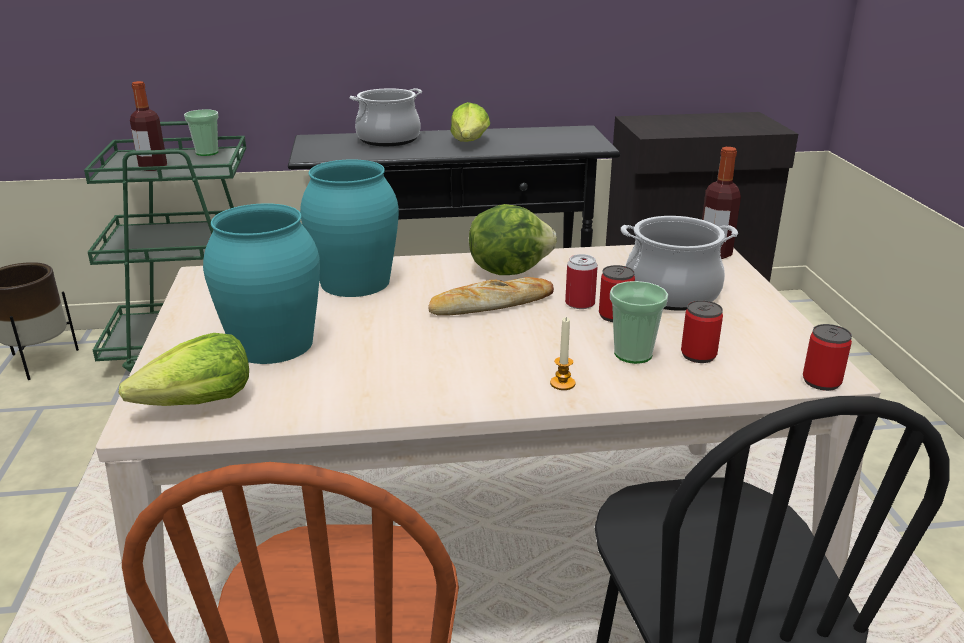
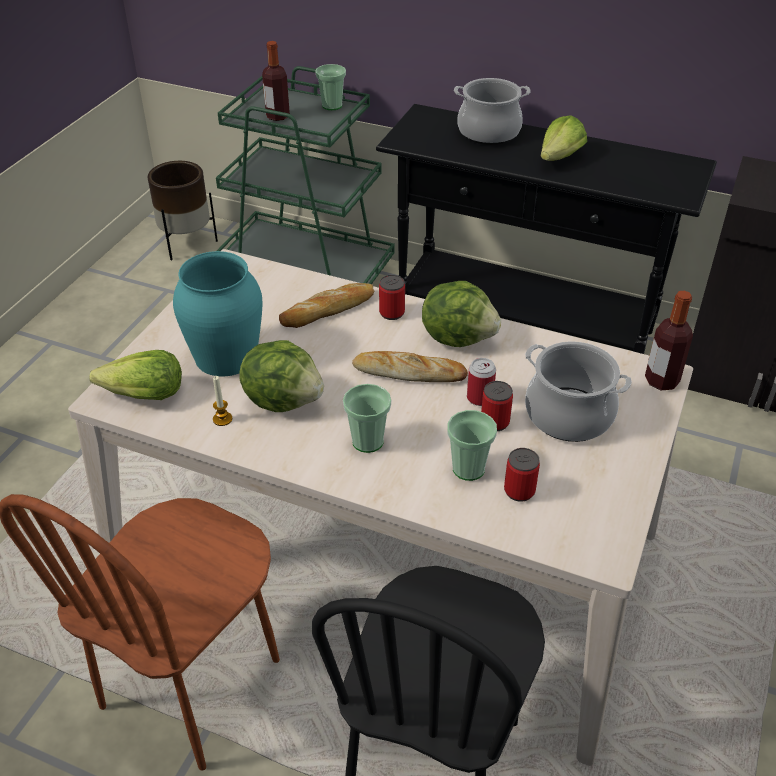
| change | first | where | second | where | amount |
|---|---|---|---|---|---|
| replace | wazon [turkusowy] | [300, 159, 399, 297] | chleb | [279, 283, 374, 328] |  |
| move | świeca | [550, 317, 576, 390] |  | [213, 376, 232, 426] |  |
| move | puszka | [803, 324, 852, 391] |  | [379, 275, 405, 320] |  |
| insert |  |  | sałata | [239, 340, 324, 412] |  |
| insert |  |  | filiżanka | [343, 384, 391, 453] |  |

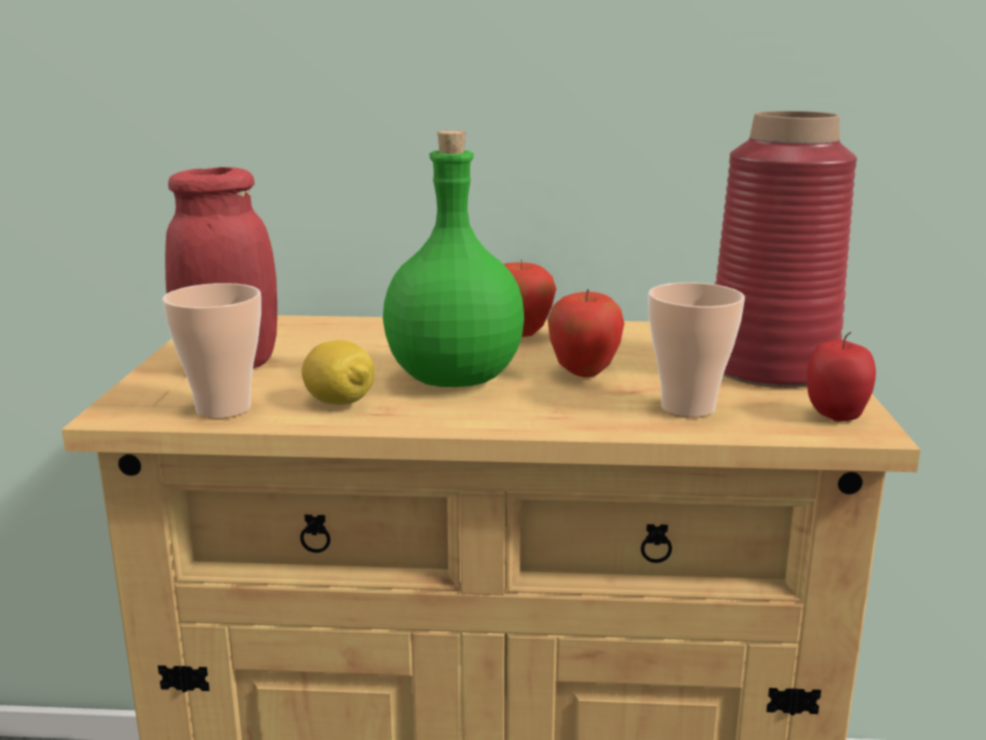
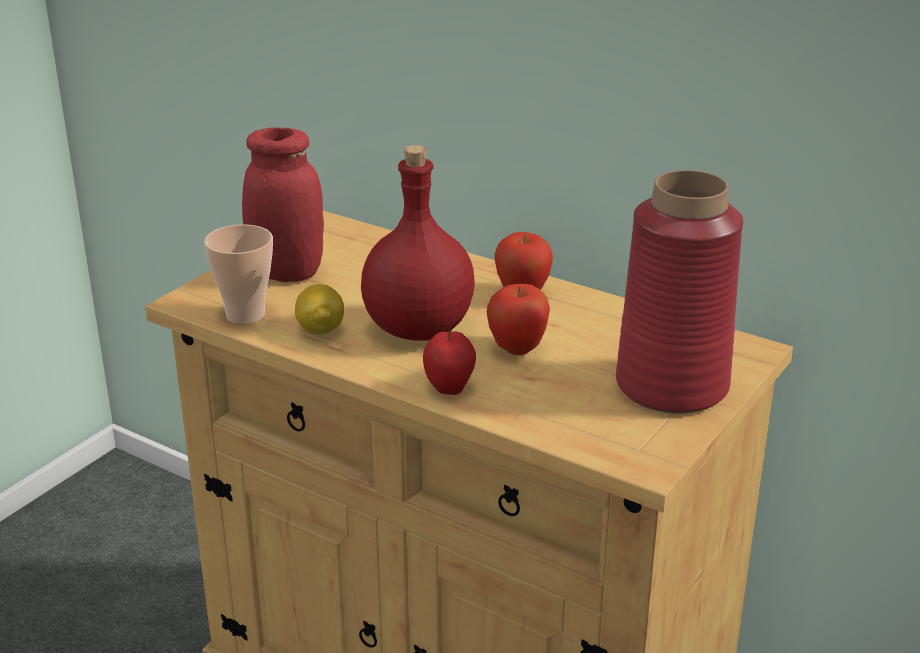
| change | first | where | second | where | amount |
|---|---|---|---|---|---|
| recolor | butelka [zielony] | [383, 131, 524, 387] | butelka [czerwony] | [361, 145, 475, 340] |  |
| delete | filiżanka | [648, 282, 745, 417] |  |  |  |
| move | jabłko | [807, 332, 876, 422] |  | [423, 330, 476, 395] |  |

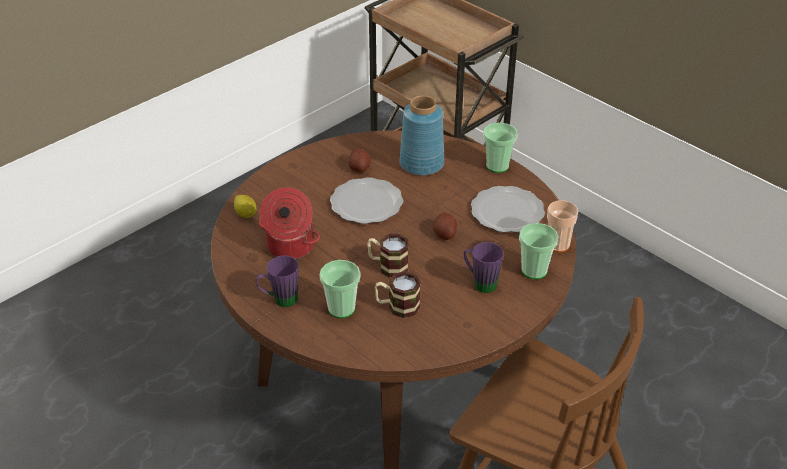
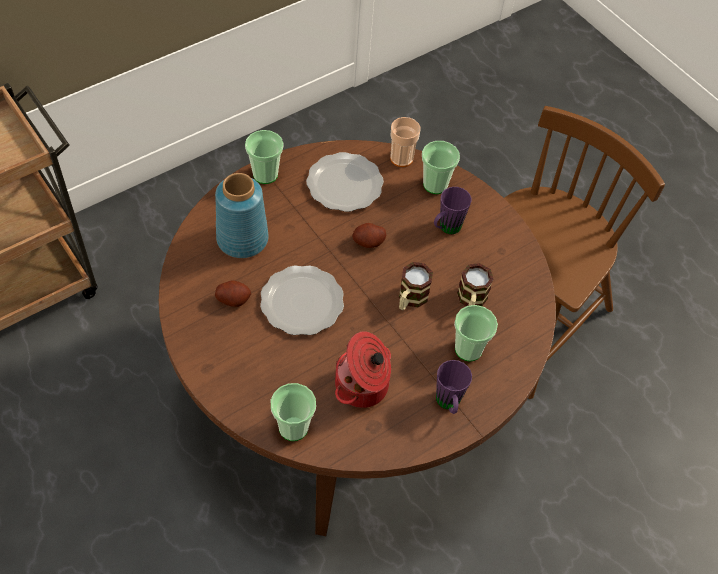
| change | first | where | second | where | amount |
|---|---|---|---|---|---|
| replace | cytryna | [234, 195, 256, 218] | filiżanka | [271, 383, 316, 441] |  |

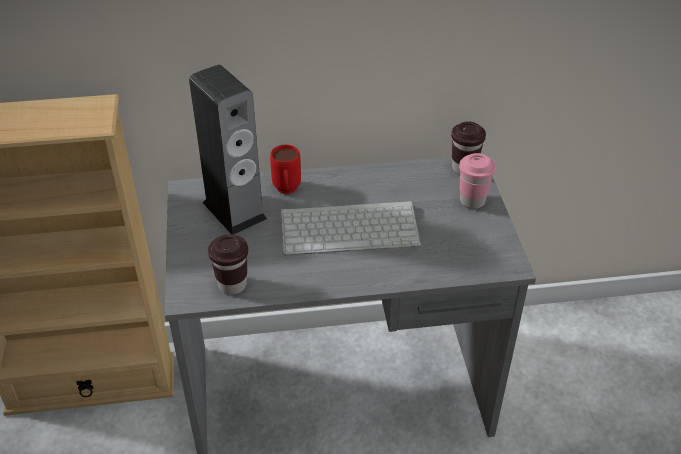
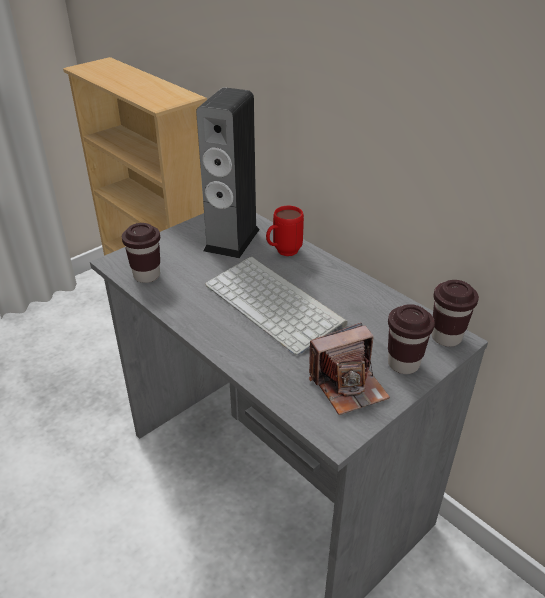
| change | first | where | second | where | amount |
|---|---|---|---|---|---|
| recolor | filiżanka [różowy] | [459, 153, 496, 209] | filiżanka [brązowy] | [388, 304, 435, 374] |  |
| insert |  |  | aparat fotograficzny | [309, 323, 390, 415] |  |

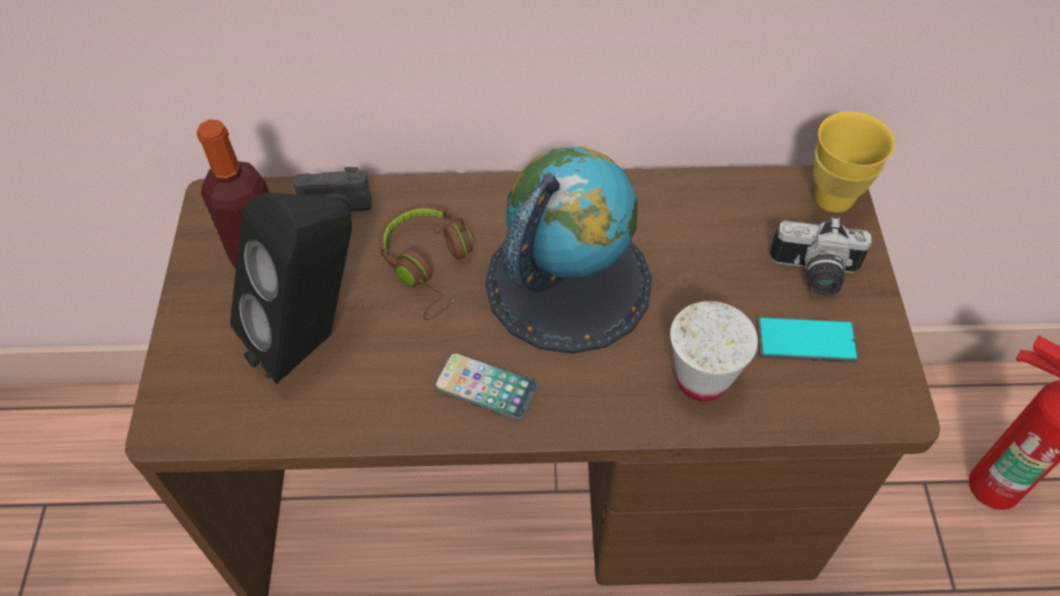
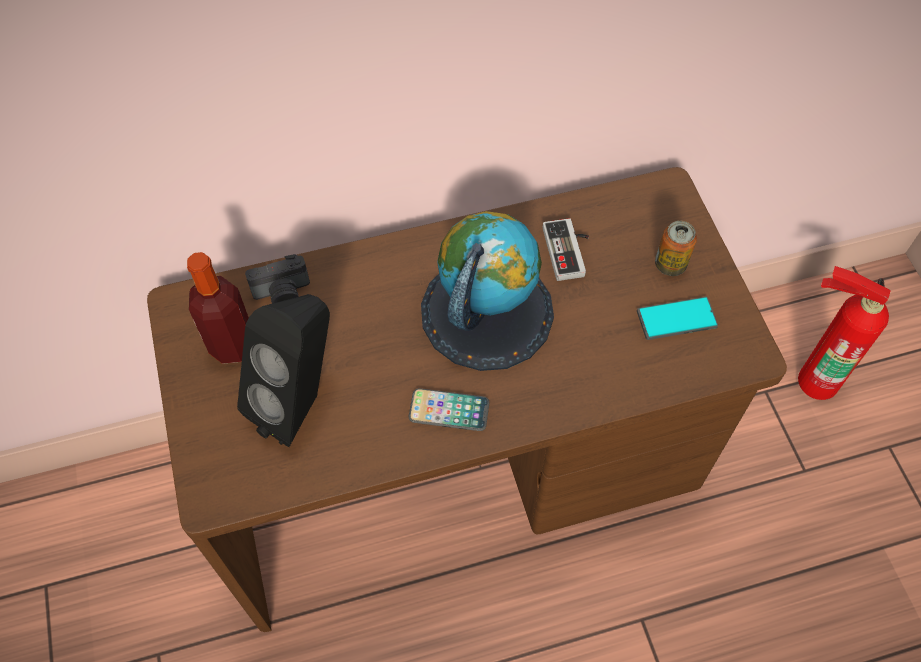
| change | first | where | second | where | amount |
|---|---|---|---|---|---|
| delete | filiżanka [żółty] | [813, 111, 895, 213] |  |  |  |
| delete | słuchawki [brązowy] | [379, 205, 474, 320] |  |  |  |
| replace | aparat fotograficzny | [770, 217, 872, 296] | puszka | [655, 221, 697, 276] |  |
| delete | filiżanka [biały] | [670, 301, 758, 401] |  |  |  |
| insert |  |  | pad do gier | [543, 218, 589, 281] |  |

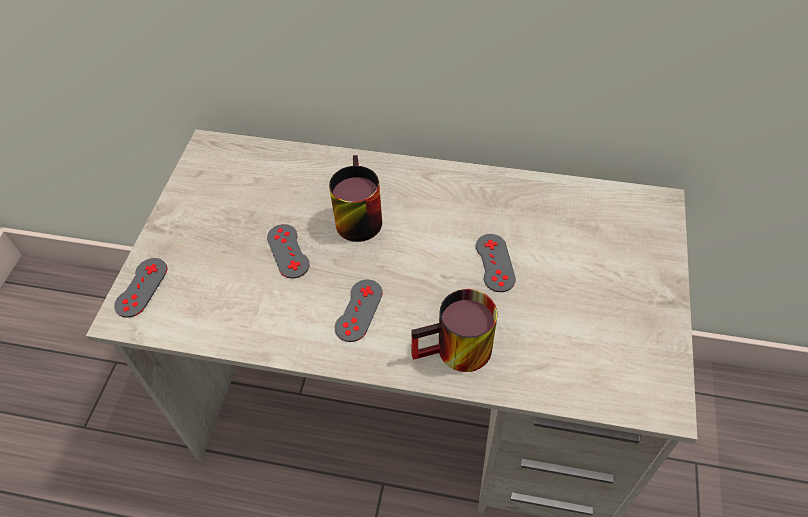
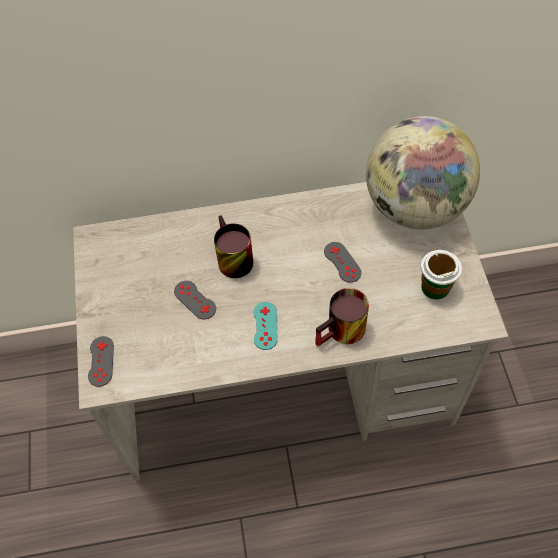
| change | first | where | second | where | amount |
|---|---|---|---|---|---|
| recolor | pad do gier [szary] | [335, 280, 383, 342] | pad do gier [turkusowy] | [254, 302, 278, 350] |  |
| insert |  |  | globus | [366, 116, 480, 229] |  |
| insert |  |  | filiżanka | [421, 250, 462, 300] |  |

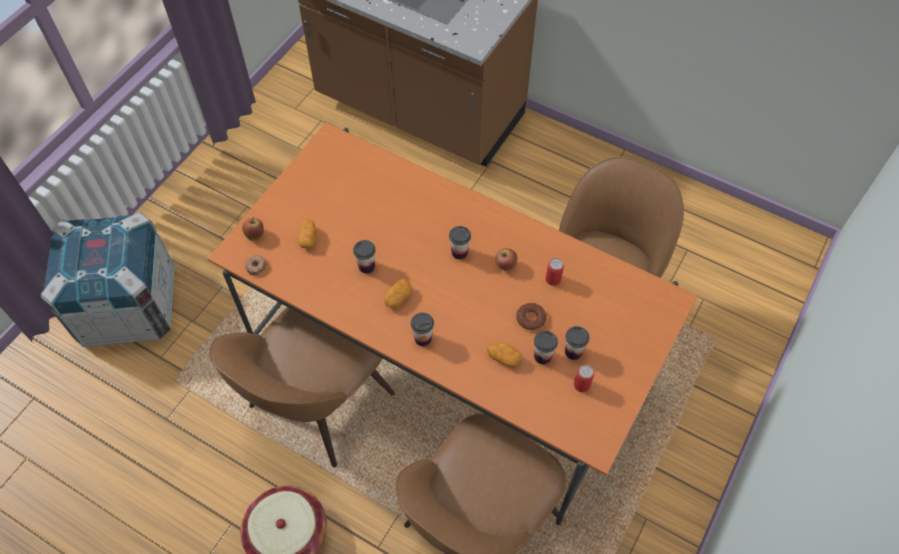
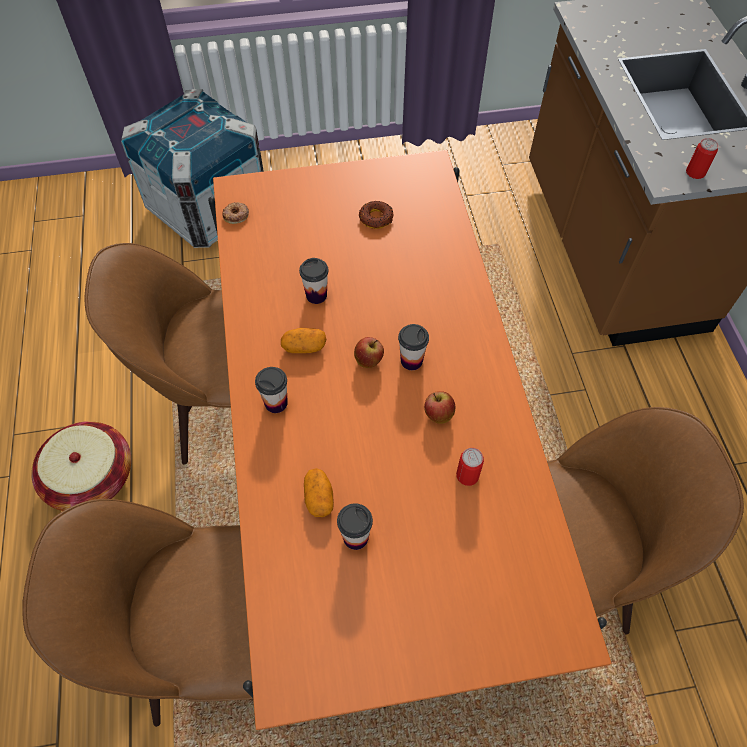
| change | first | where | second | where | amount |
|---|---|---|---|---|---|
| move | jabłko | [242, 217, 264, 241] |  | [354, 337, 384, 368] |  |
| delete | ziemniak | [297, 219, 317, 248] |  |  |  |
| move | donut | [516, 303, 547, 330] |  | [359, 201, 393, 229] |  |
| delete | filiżanka | [565, 326, 589, 360] |  |  |  |
| move | puszka | [574, 365, 594, 392] |  | [686, 138, 719, 179] |  |

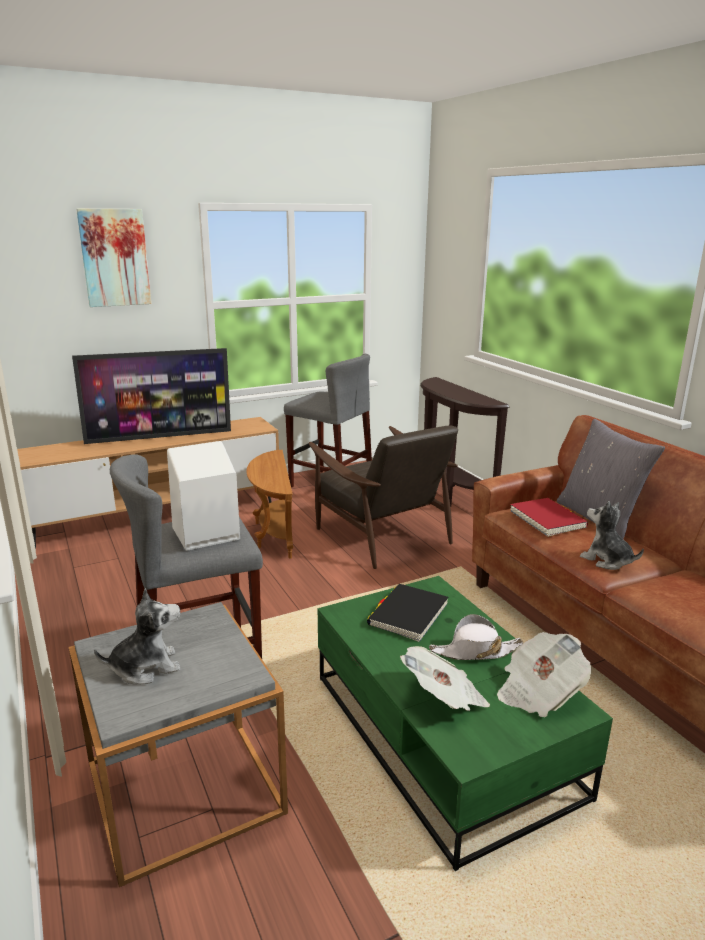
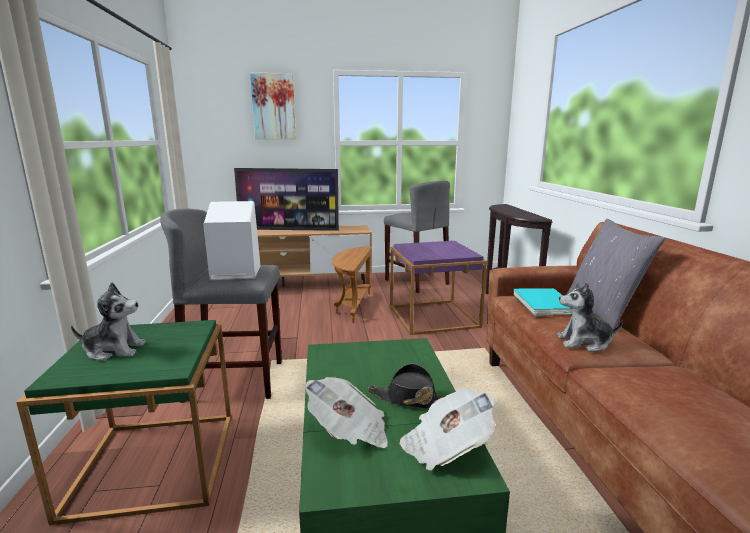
| change | first | where | second | where | amount |
|---|---|---|---|---|---|
| replace | fotel [brązowy] | [309, 425, 458, 569] | stolik [fioletowy] | [390, 241, 487, 335] |  |
| recolor | książka [czerwony] | [510, 498, 588, 537] | książka [turkusowy] | [513, 288, 572, 317] |  |
| rotate | pluszak | [580, 501, 644, 570] |  | [557, 282, 623, 352] | 60 degrees counterclockwise |
| delete | książka [czarny] | [367, 584, 448, 642] |  |  |  |
| recolor | stolik [szary] | [68, 602, 288, 887] | stolik [zielony] | [16, 320, 231, 525] |  |
| recolor | kapelusz [biały] | [429, 614, 523, 660] | kapelusz [czarny] | [367, 364, 445, 409] |  |

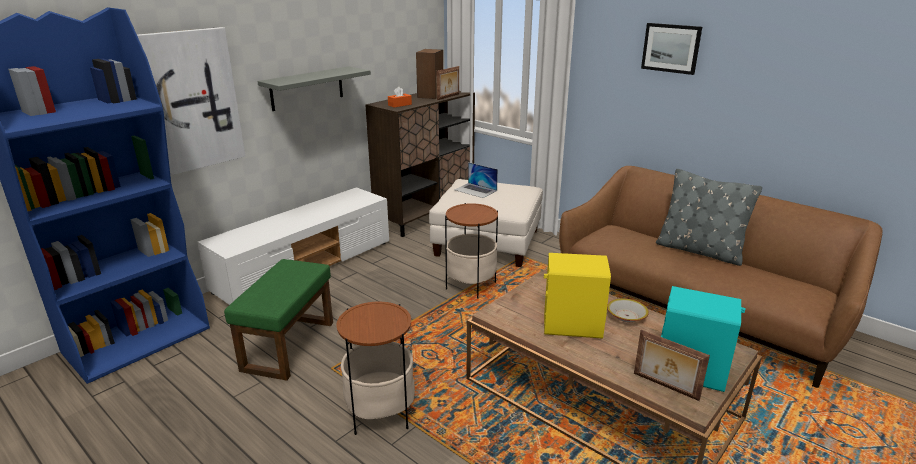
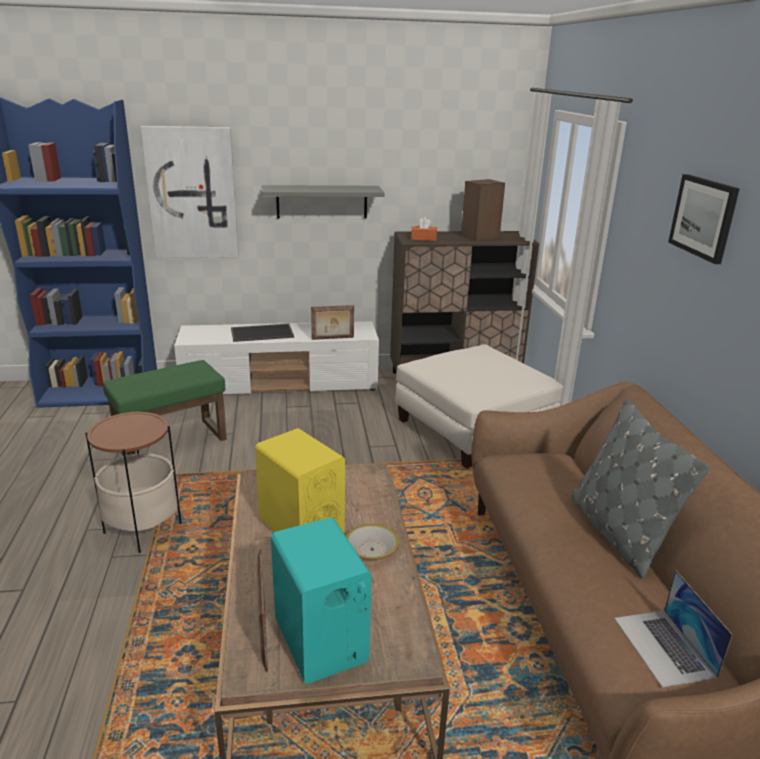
| change | first | where | second | where | amount |
|---|---|---|---|---|---|
| move | ramka na zdjęcie | [436, 66, 459, 100] |  | [311, 305, 354, 340] |  |
| move | laptop | [454, 162, 498, 198] |  | [614, 570, 732, 688] |  |
| delete | stolik | [445, 203, 498, 299] |  |  |  |
| insert |  |  | taca | [231, 324, 294, 342] |  |

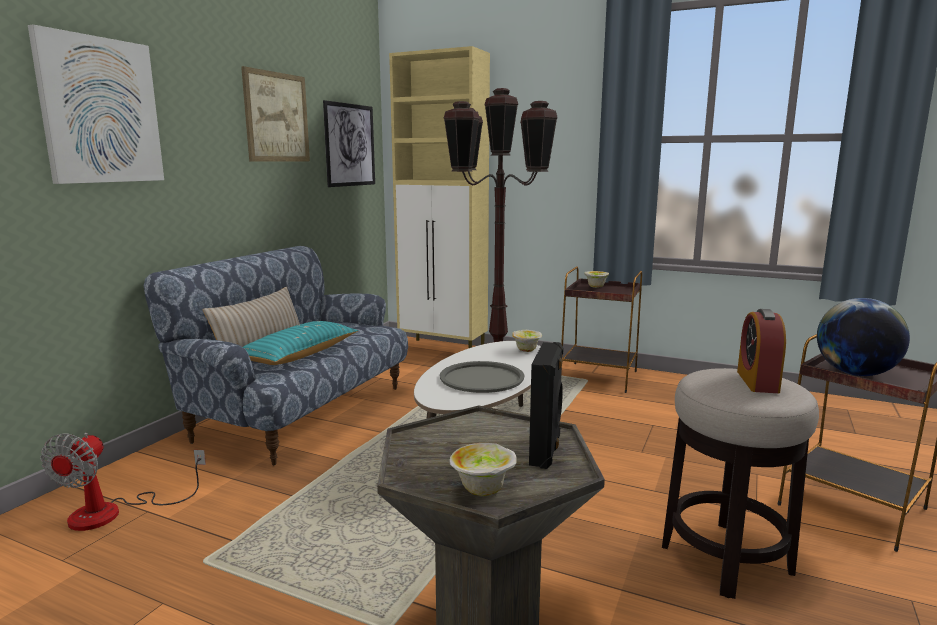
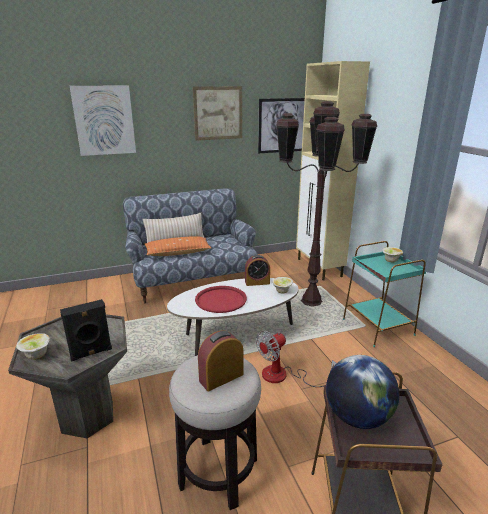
| change | first | where | second | where | amount |
|---|---|---|---|---|---|
| recolor | stolik [brązowy] | [561, 266, 642, 393] | stolik [turkusowy] | [343, 241, 426, 347] |  |
| recolor | poduszka [turkusowy] | [243, 321, 358, 365] | poduszka [pomarańczowy] | [145, 236, 211, 256] |  |
| recolor | taca [szary] | [440, 361, 524, 393] | taca [czerwony] | [195, 286, 247, 313] |  |
| move | wentylator | [40, 433, 206, 531] |  | [256, 331, 337, 387] |  |
| insert |  |  | budzik | [245, 255, 270, 286] |  |

